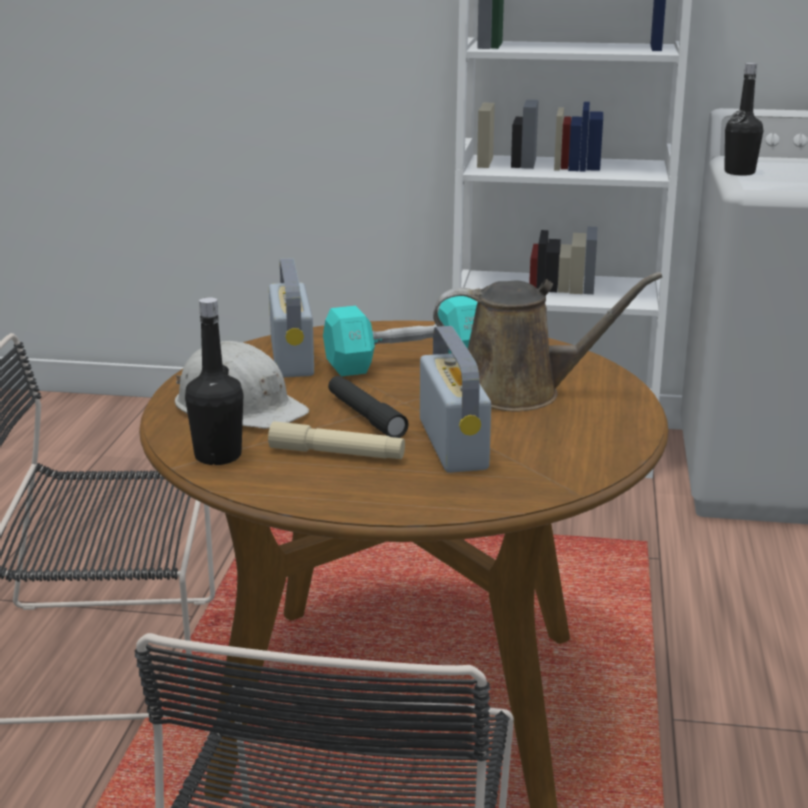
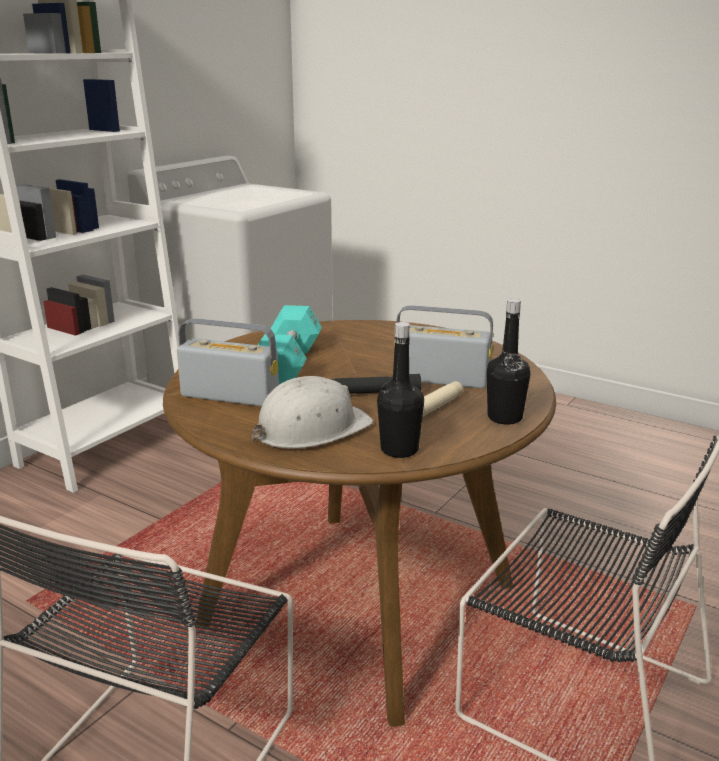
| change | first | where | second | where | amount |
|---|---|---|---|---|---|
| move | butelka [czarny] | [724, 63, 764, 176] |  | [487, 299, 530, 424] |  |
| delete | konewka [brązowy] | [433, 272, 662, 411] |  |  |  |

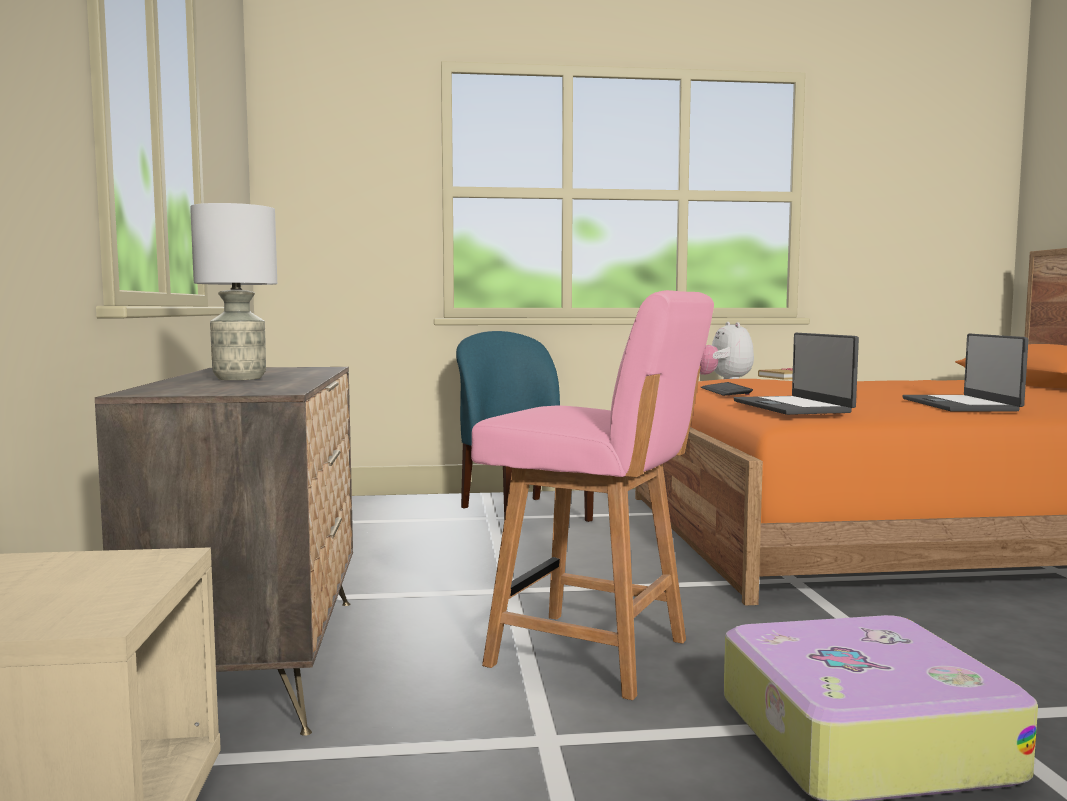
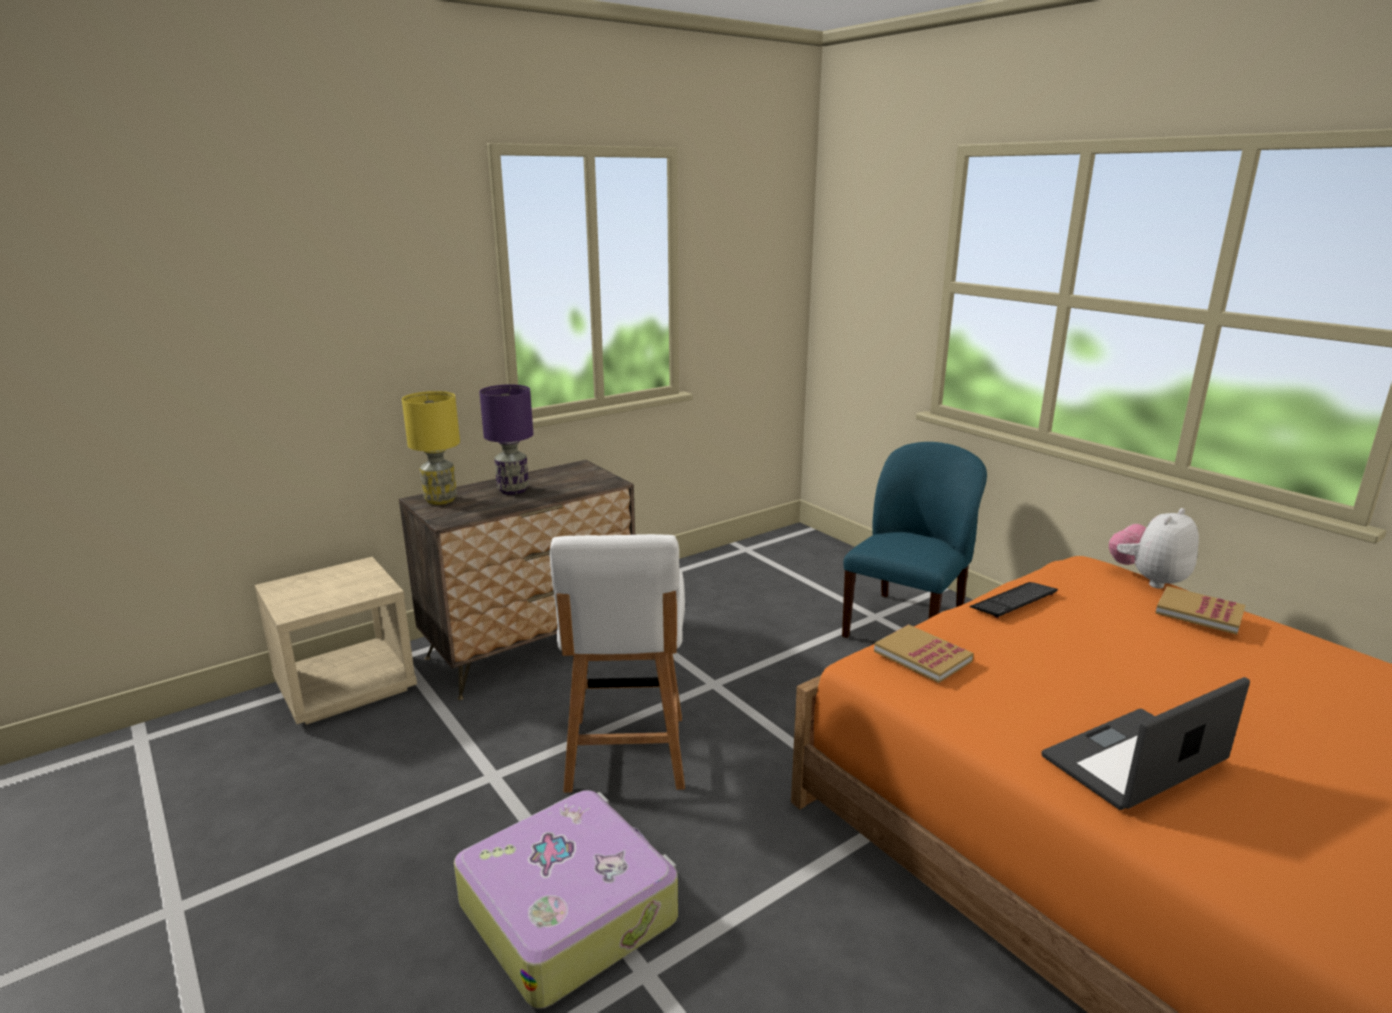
| change | first | where | second | where | amount |
|---|---|---|---|---|---|
| recolor | lampa stołowa [szary] | [190, 203, 277, 380] | lampa stołowa [fioletowy] | [479, 384, 533, 495] |  |
| recolor | krzesło [różowy] | [471, 290, 714, 700] | krzesło [biały] | [549, 534, 685, 793] |  |
| replace | laptop | [734, 332, 859, 415] | książka | [874, 624, 974, 683] |  |
| insert |  |  | lampa stołowa [żółty] | [402, 391, 460, 505] |  |

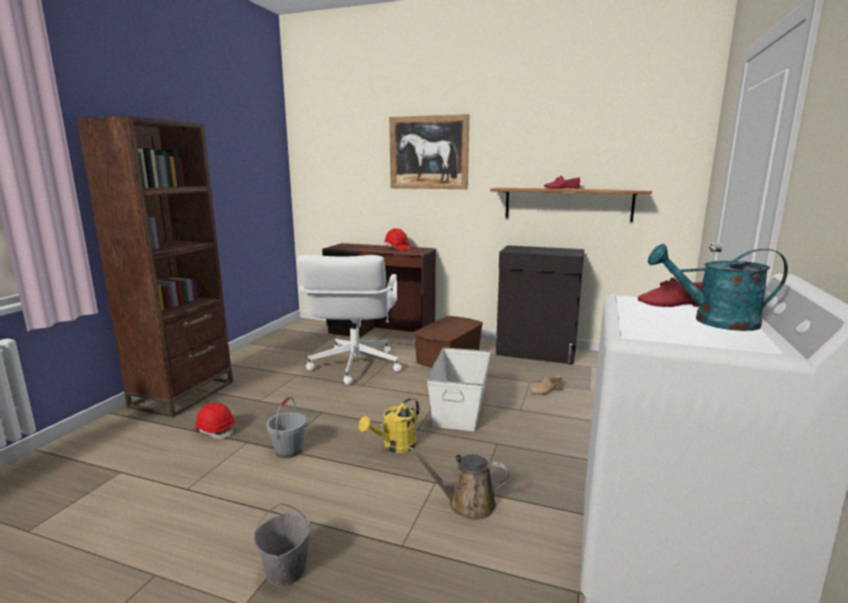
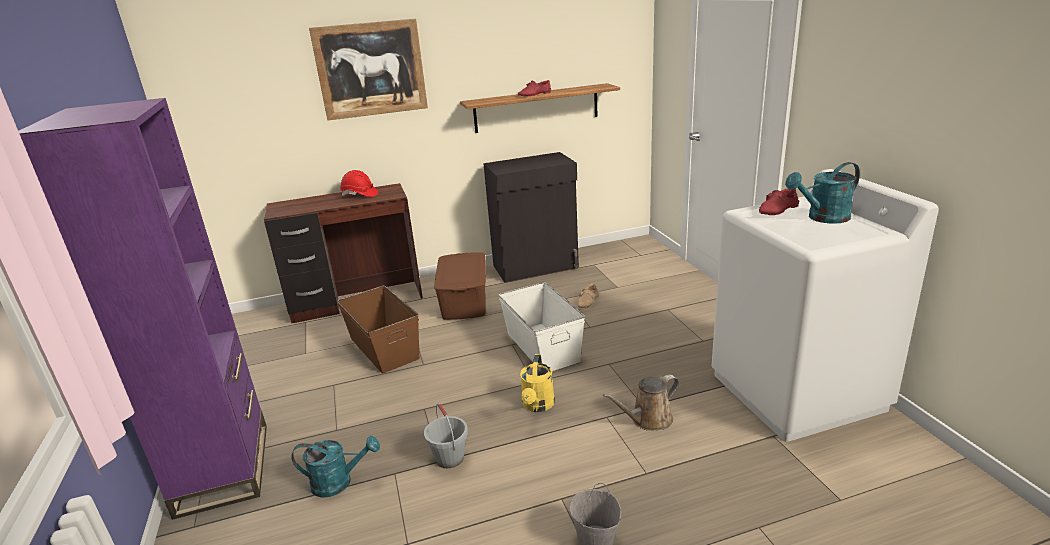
| change | first | where | second | where | amount |
|---|---|---|---|---|---|
| recolor | regał [brązowy] | [76, 115, 233, 417] | regał [fioletowy] | [19, 98, 267, 520] |  |
| replace | krzesło biurowe [biały] | [297, 255, 402, 385] | pojemnik do przechowywania [brązowy] | [337, 285, 419, 373] |  |
| replace | kask [czerwony] | [194, 402, 235, 439] | konewka [turkusowy] | [291, 436, 380, 498] |  |

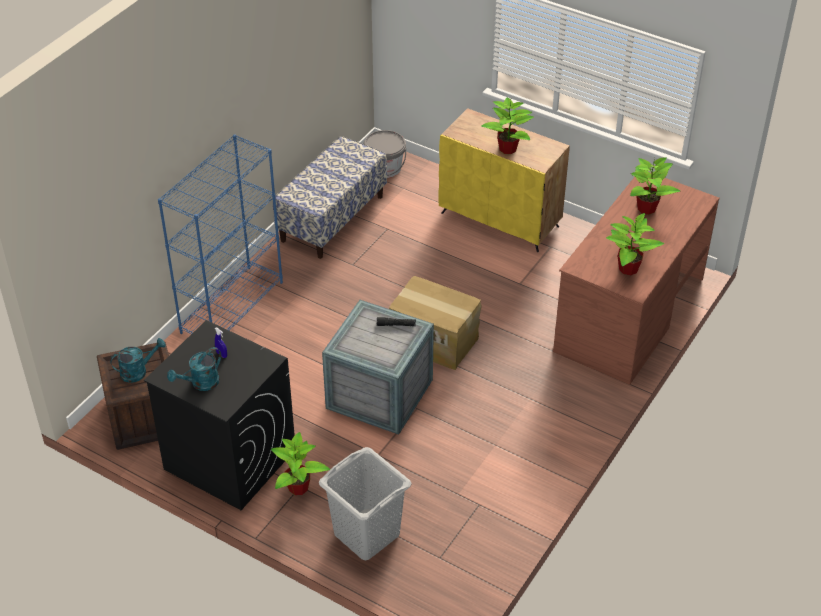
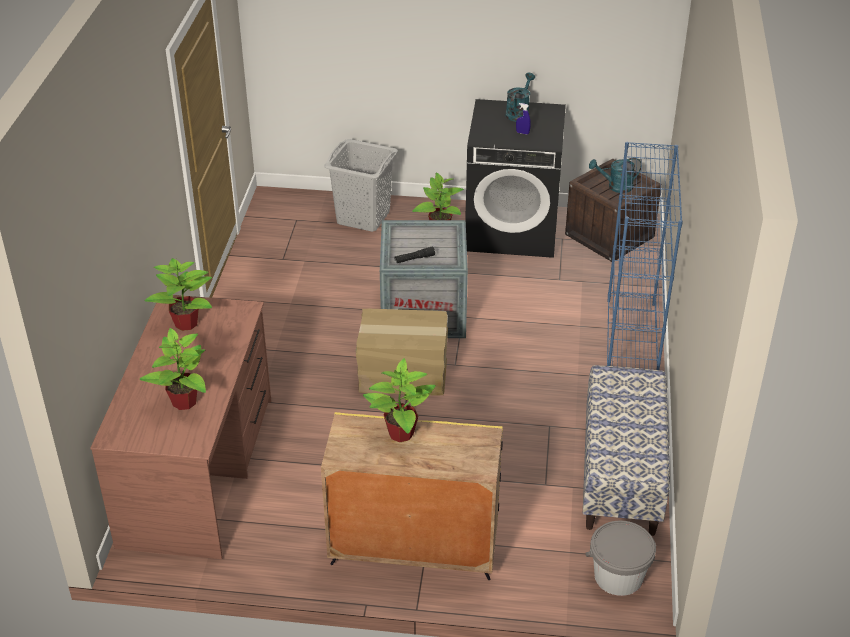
| change | first | where | second | where | amount |
|---|---|---|---|---|---|
| rotate | konewka [turkusowy] | [110, 338, 166, 383] |  | [589, 158, 642, 193] | 45 degrees clockwise |

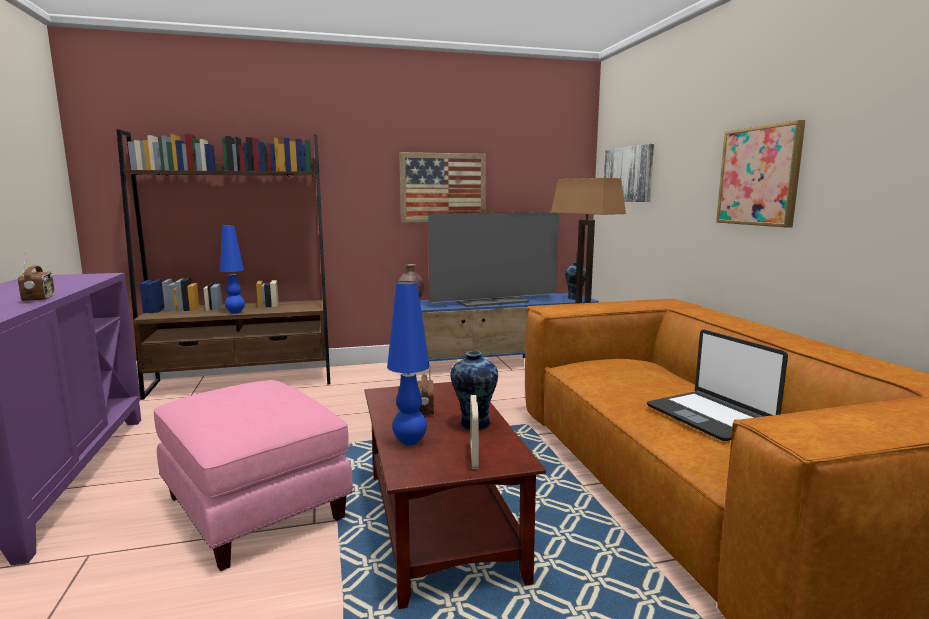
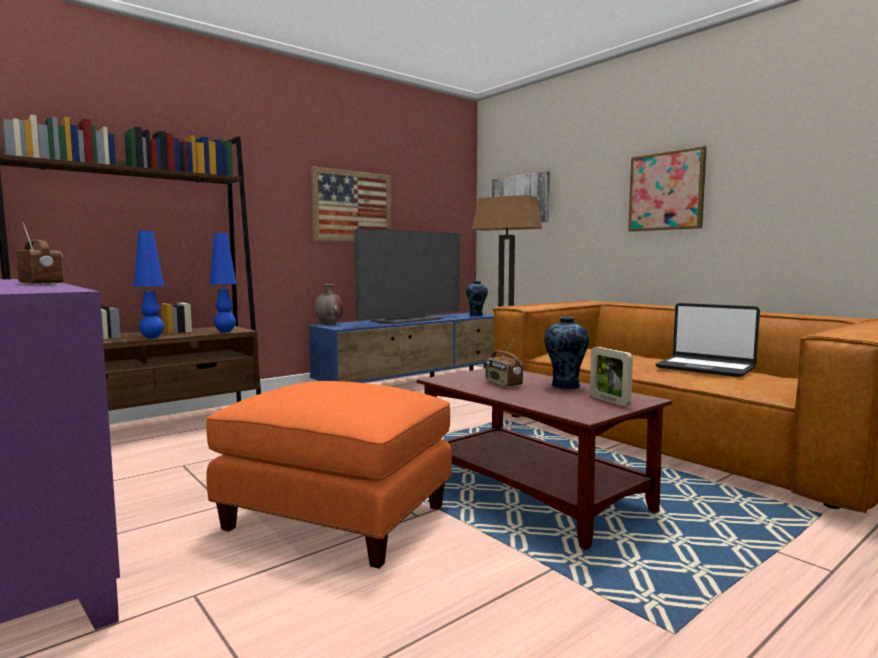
| change | first | where | second | where | amount |
|---|---|---|---|---|---|
| move | lampa stołowa [niebieski] | [387, 281, 430, 445] |  | [210, 233, 236, 332] |  |
| recolor | pufa [różowy] | [154, 380, 353, 571] | pufa [pomarańczowy] | [206, 381, 452, 569] |  |

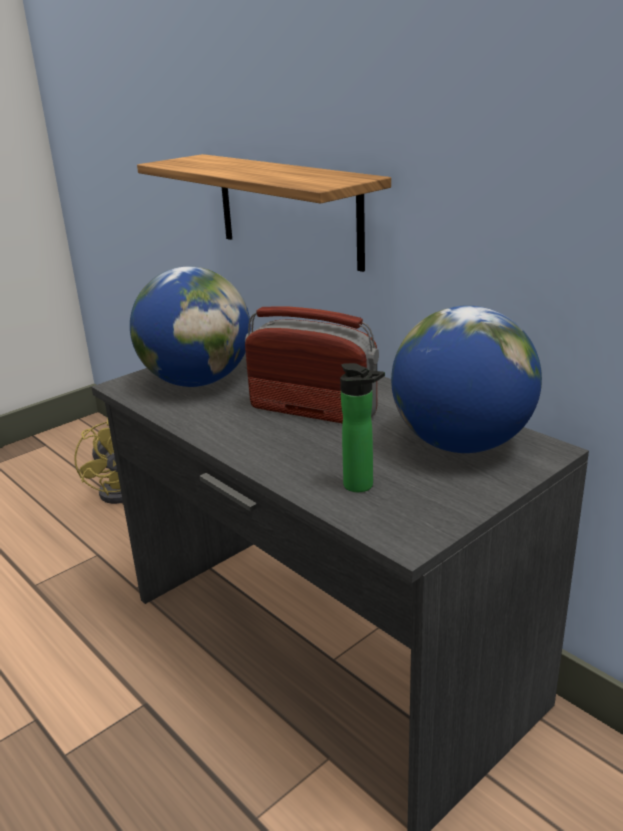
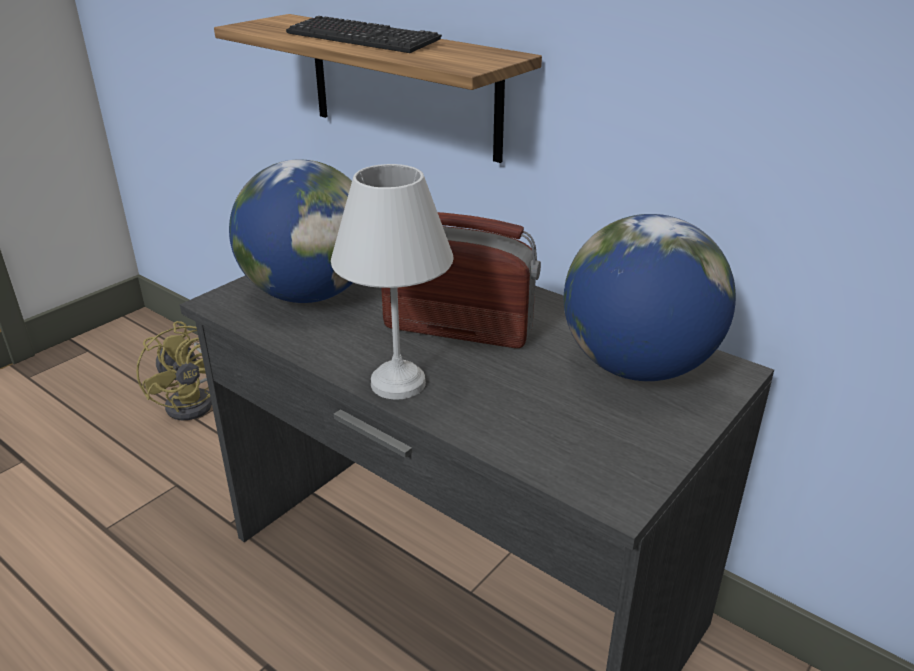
| change | first | where | second | where | amount |
|---|---|---|---|---|---|
| delete | butelka | [340, 363, 385, 492] |  |  |  |
| insert |  |  | klawiatura | [286, 16, 442, 53] |  |
| insert |  |  | lampa stołowa [biały] | [331, 164, 453, 400] |  |

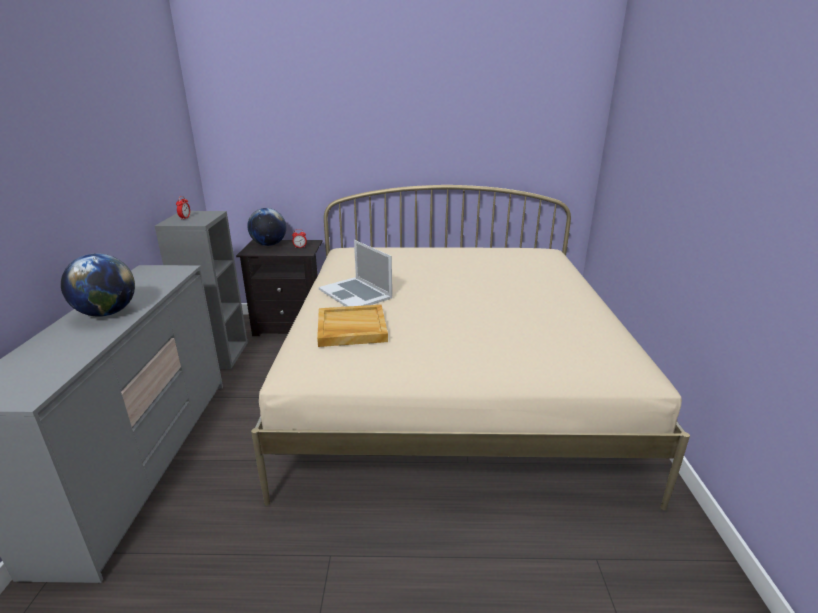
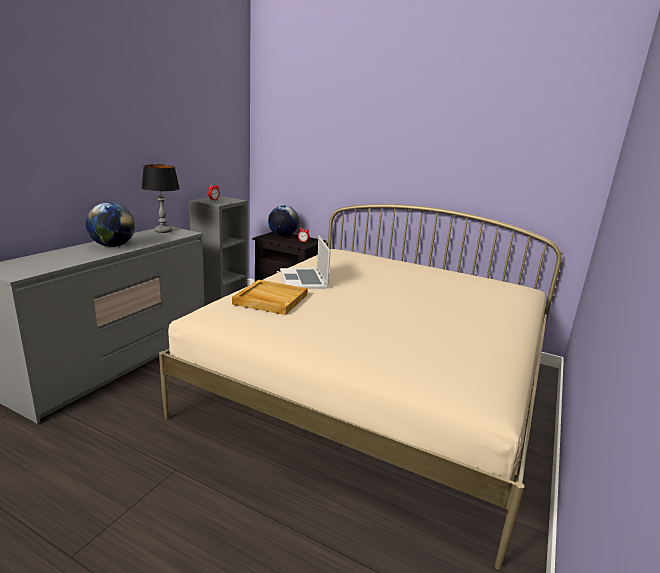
| change | first | where | second | where | amount |
|---|---|---|---|---|---|
| insert |  |  | lampa stołowa | [141, 164, 180, 233] |  |

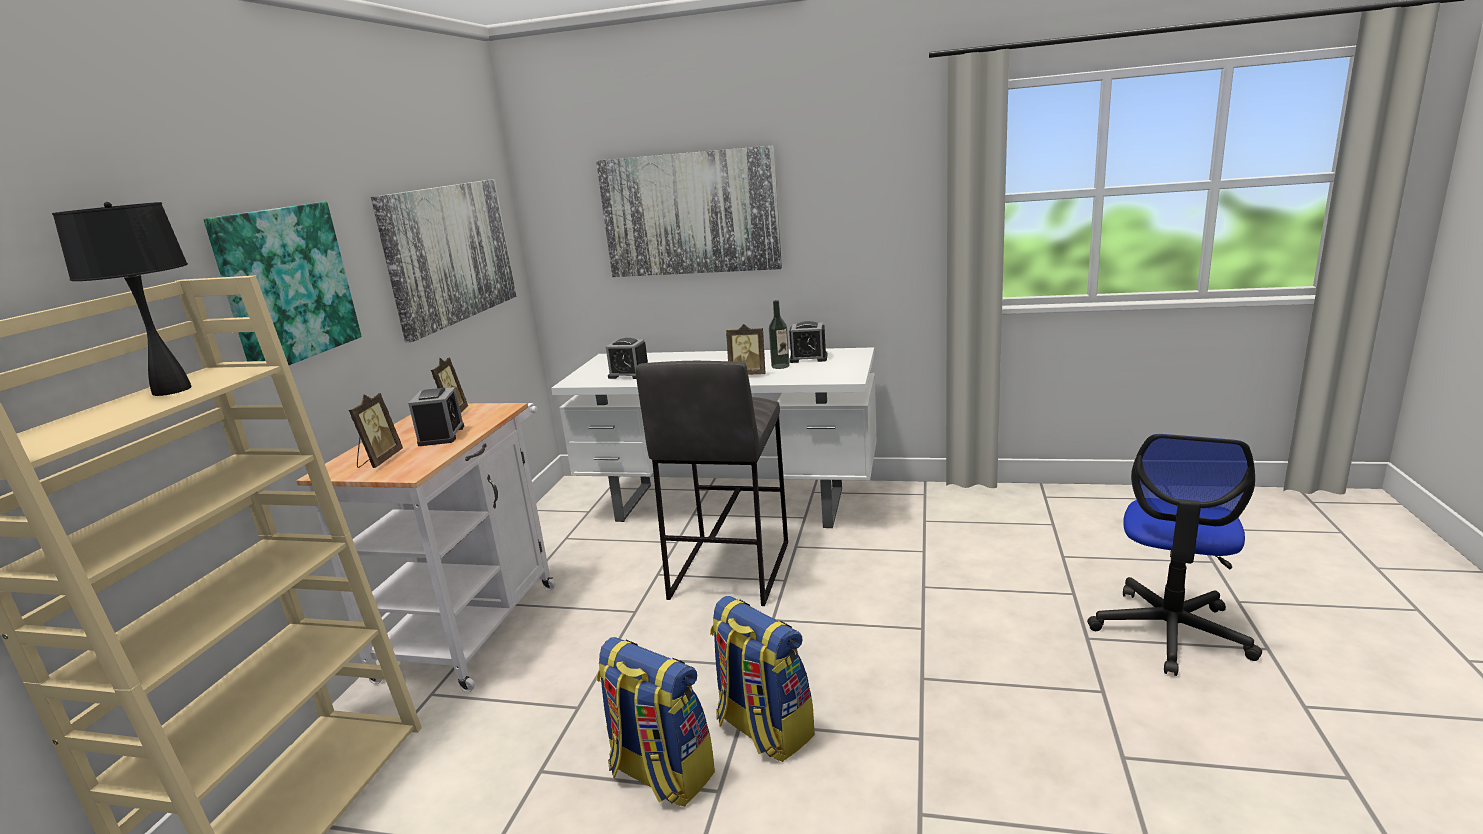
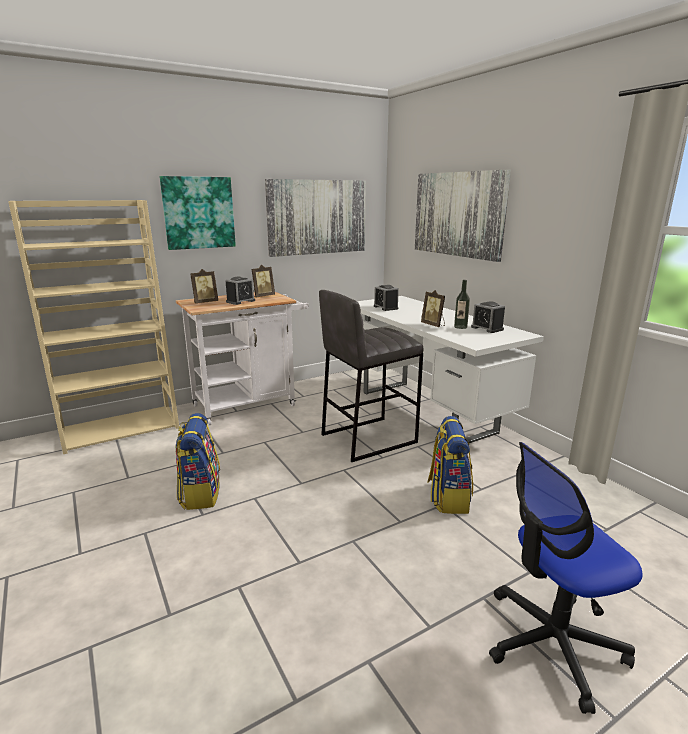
| change | first | where | second | where | amount |
|---|---|---|---|---|---|
| delete | lampa stołowa [czarny] | [52, 202, 191, 396] |  |  |  |
| move | plecak | [710, 596, 815, 762] |  | [427, 416, 473, 514] |  |

